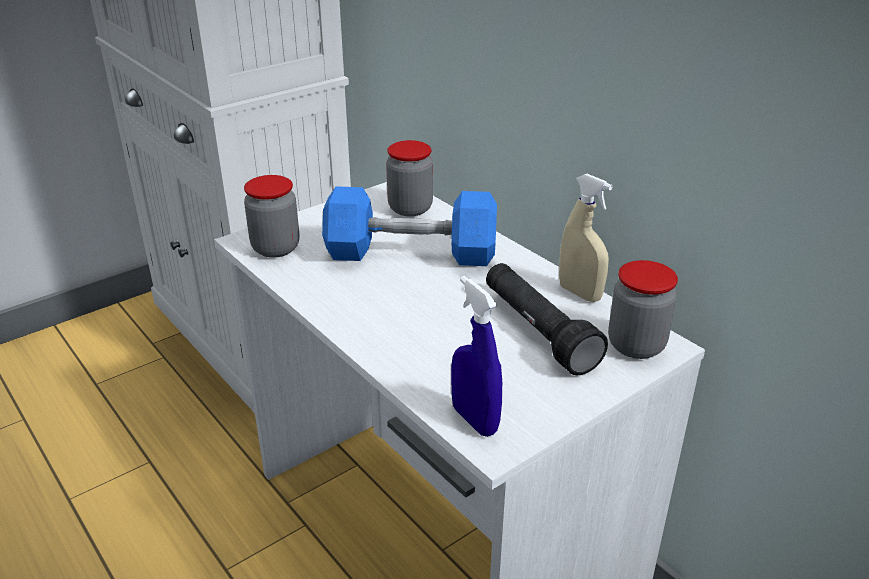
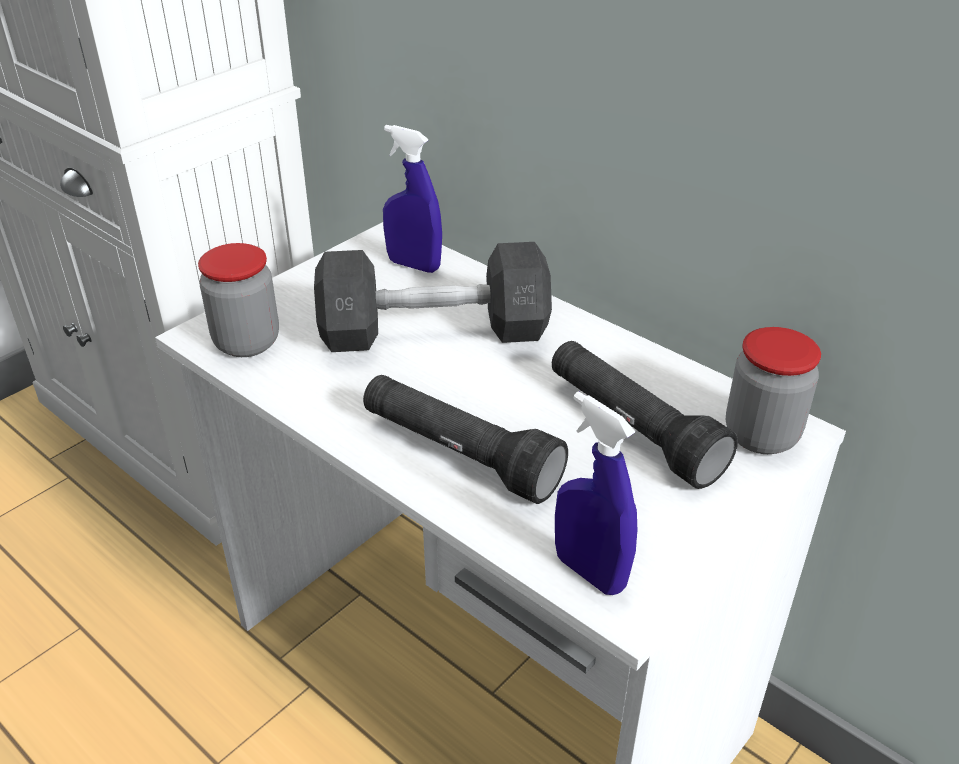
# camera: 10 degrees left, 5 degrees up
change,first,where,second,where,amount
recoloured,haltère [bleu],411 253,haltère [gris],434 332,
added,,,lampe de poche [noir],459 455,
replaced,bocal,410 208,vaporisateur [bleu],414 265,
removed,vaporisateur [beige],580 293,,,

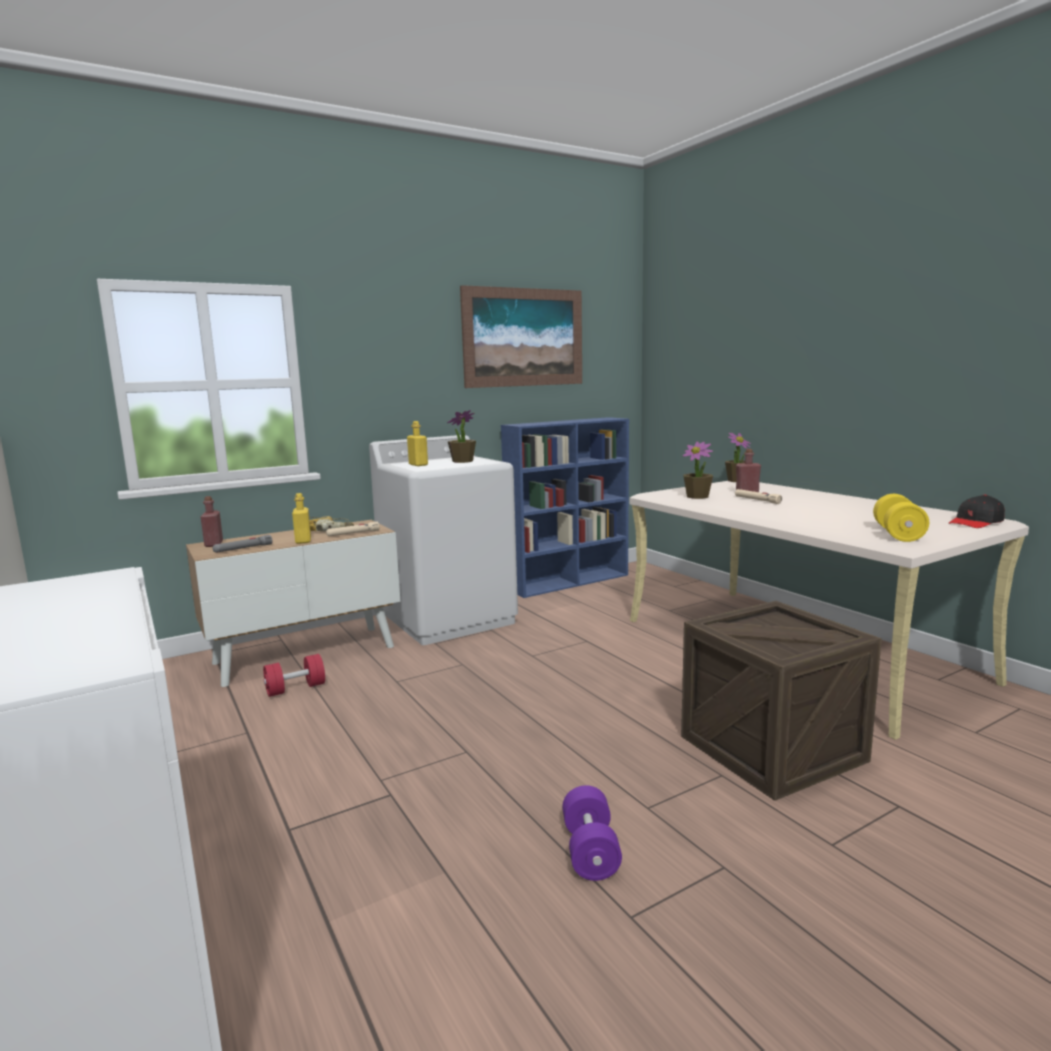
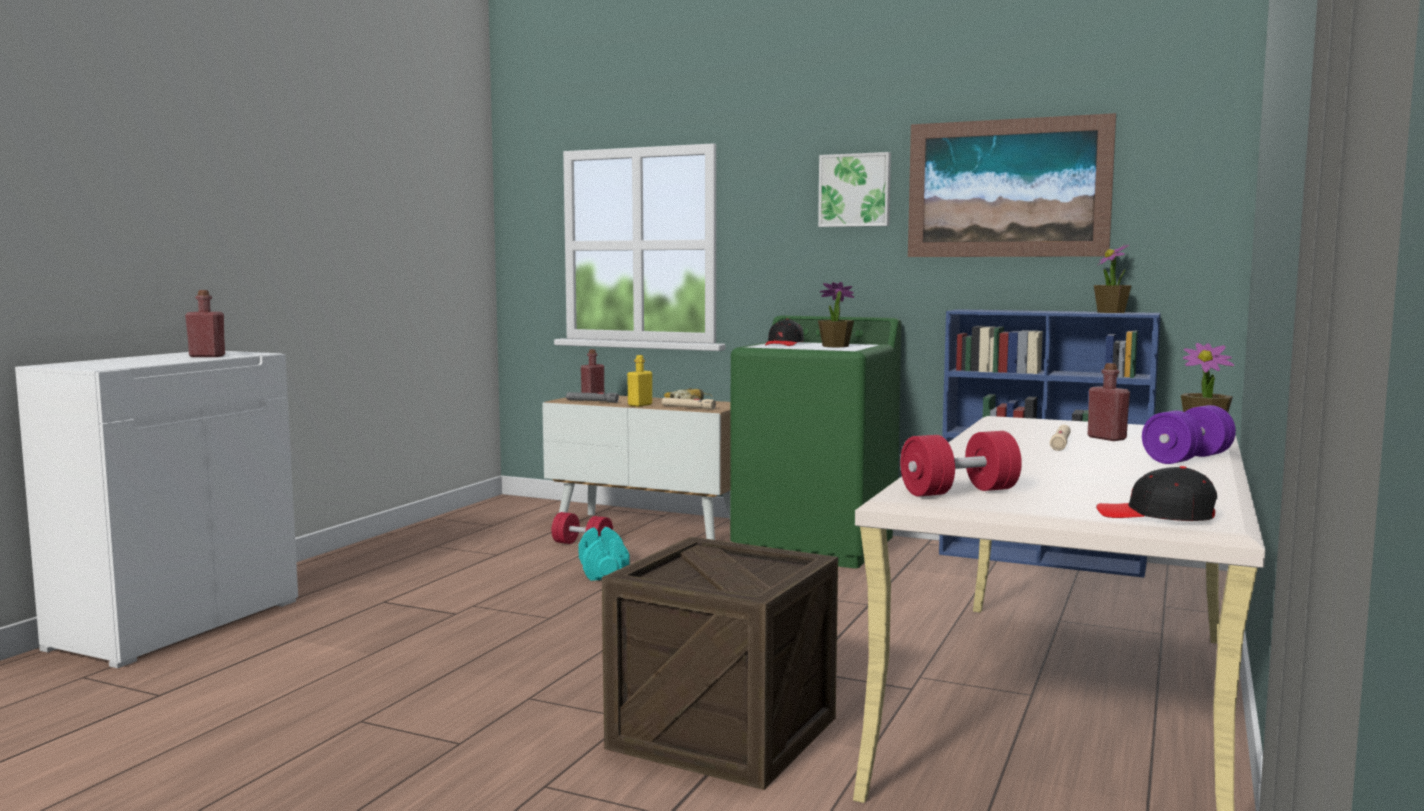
# camera: 55 degrees right, 5 degrees down
change,first,where,second,where,amount
added,,,bouteille [rouge],207 356,
added,,,haltère [turquoise],604 571,
recoloured,lave-linge [blanc],449 618,lave-linge [vert],816 545,
replaced,bouteille [jaune],418 465,casquette [noir],784 344,
added,,,tableau,855 190,
recoloured,haltère [jaune],898 534,haltère [rouge],959 492,
moved,plante en pot,697 496,,1111 312,
moved,haltère [violet],590 851,,1187 458,

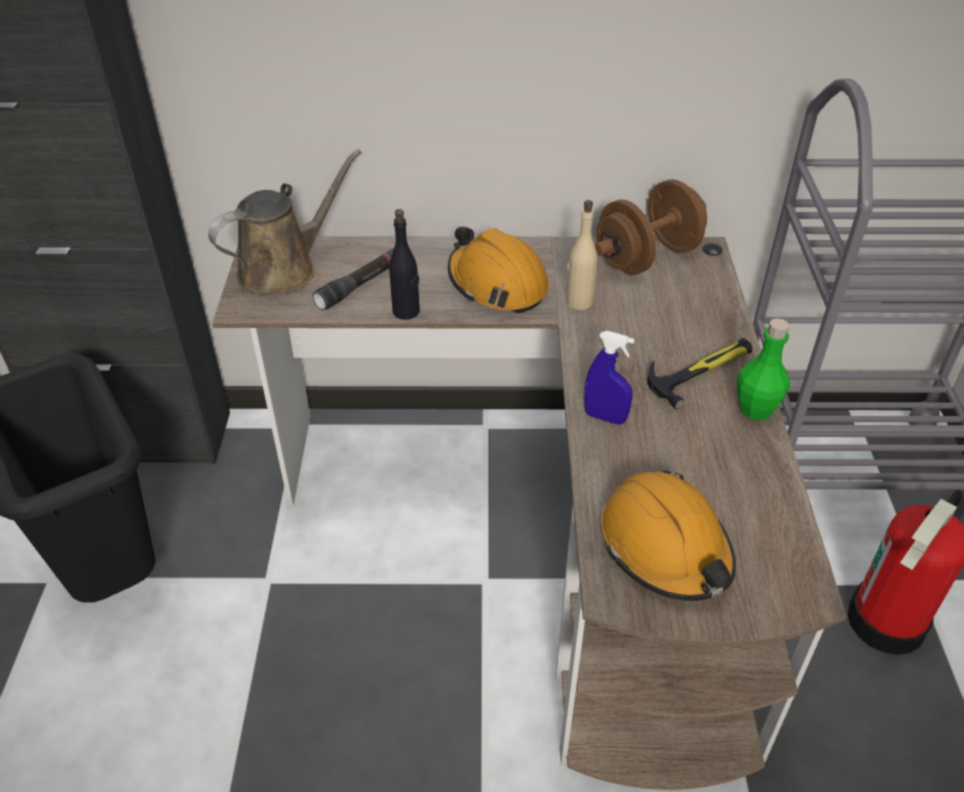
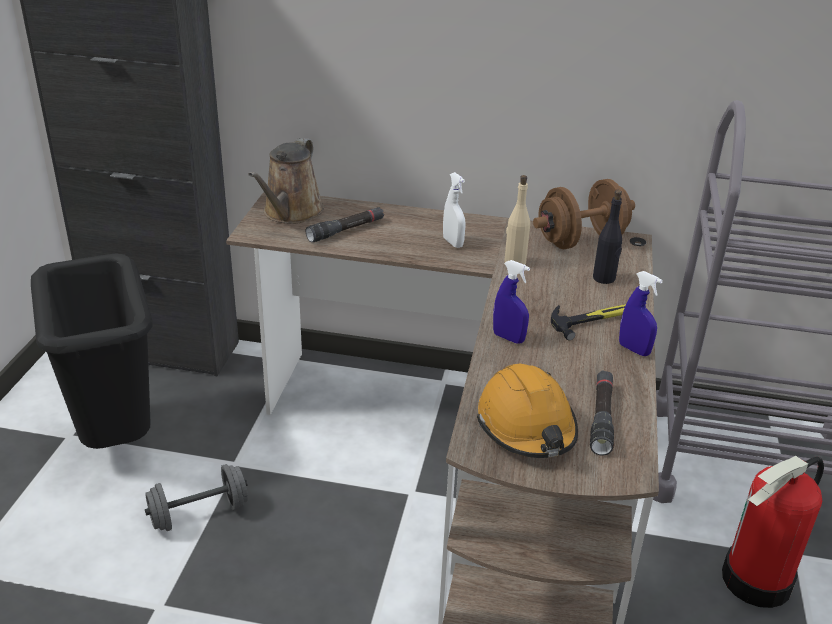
# camera: 10 degrees right, 10 degrees down
change,first,where,second,where,amount
added,,,haltère [gris],199 514,
turned,arrosoir [marron],284 269,,290 213,135 degrees clockwise
replaced,casque de chantier [orange],497 284,vaporisateur [blanc],453 243,
added,,,lampe de poche [noir],601 418,
moved,bouteille [noir],406 311,,604 278,
replaced,bouteille [vert],755 409,vaporisateur [bleu],634 349,

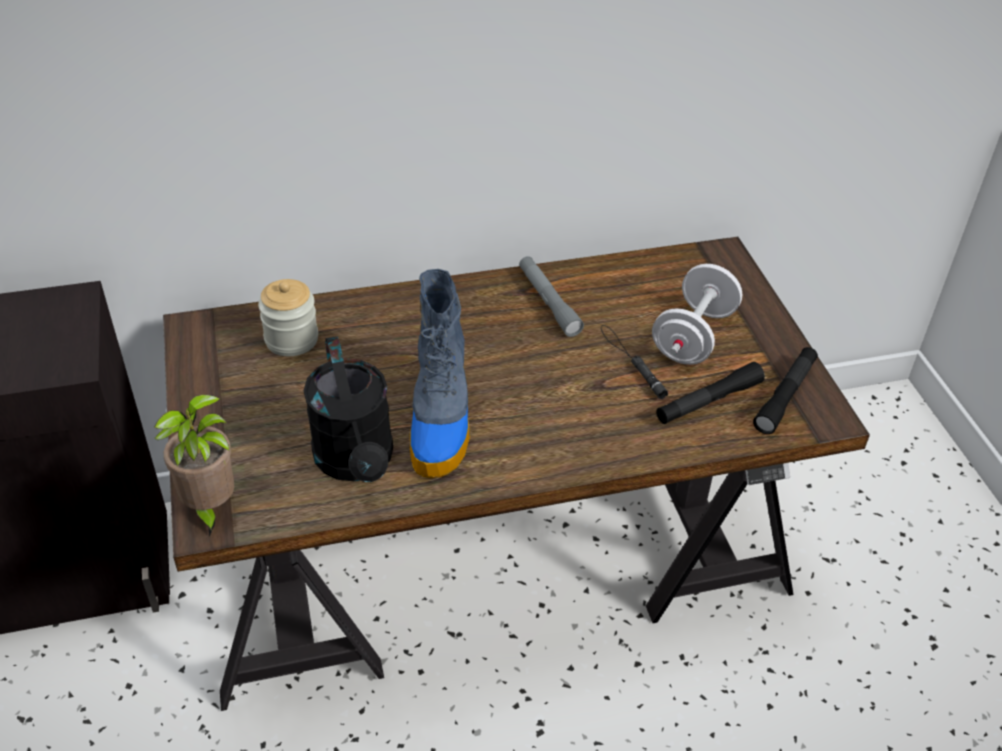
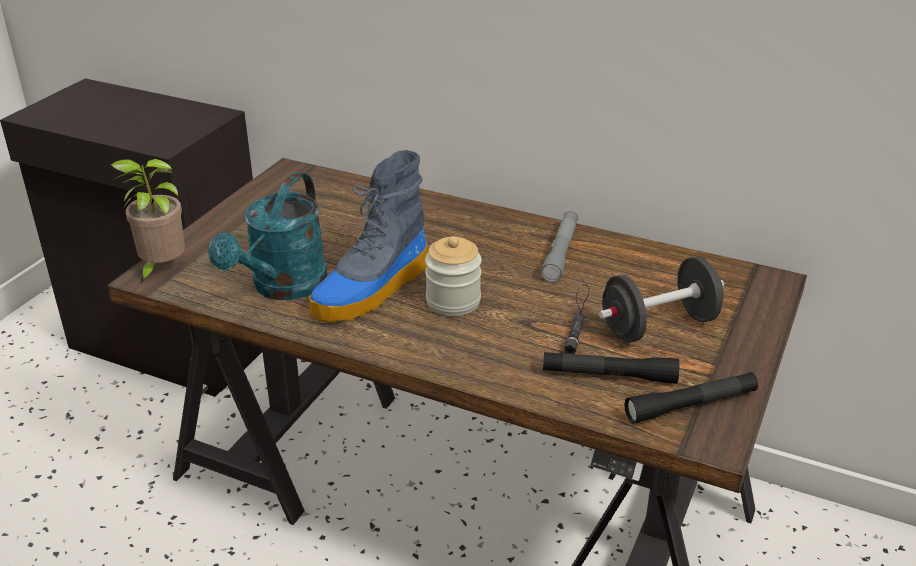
# camera: 40 degrees right, 10 degrees down
change,first,where,second,where,amount
recoloured,arrosoir [noir],357 462,arrosoir [turquoise],282 287,
moved,bocal,291 339,,453 301,
recoloured,haltère [blanc],693 336,haltère [noir],659 326,

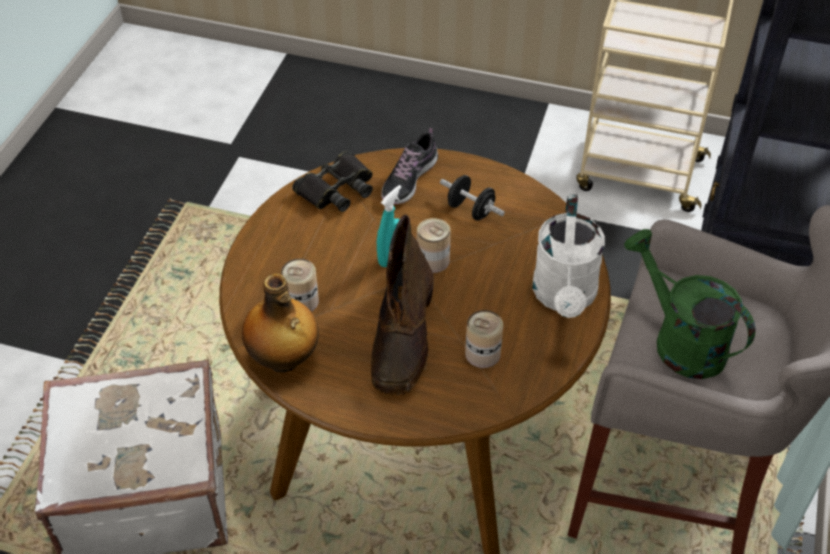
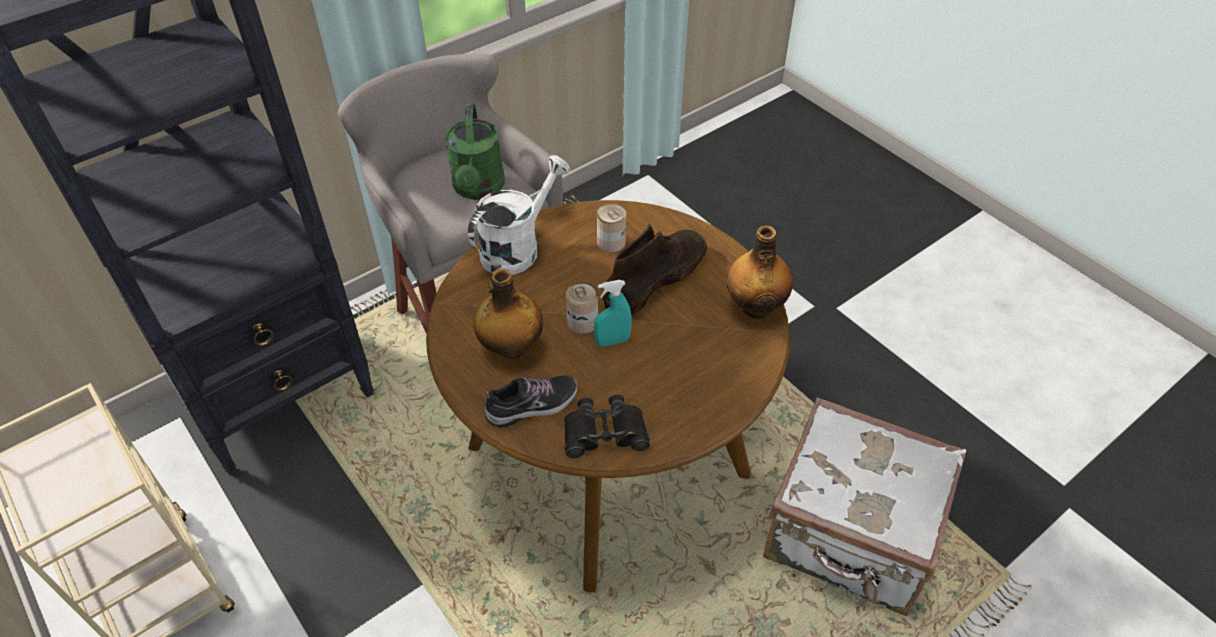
# camera: 145 degrees left, 0 degrees up
change,first,where,second,where,amount
replaced,haltère [noir],470 210,bouteille,511 347,
removed,boîte métallique,301 301,,,

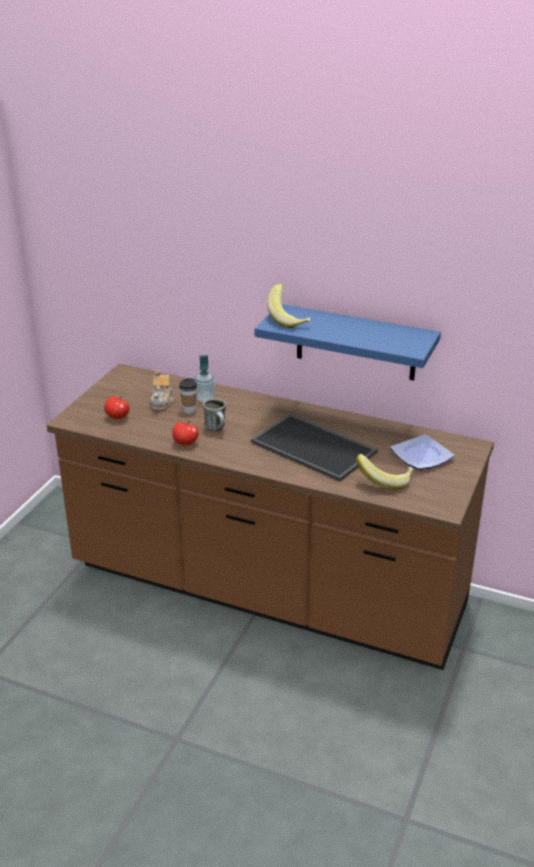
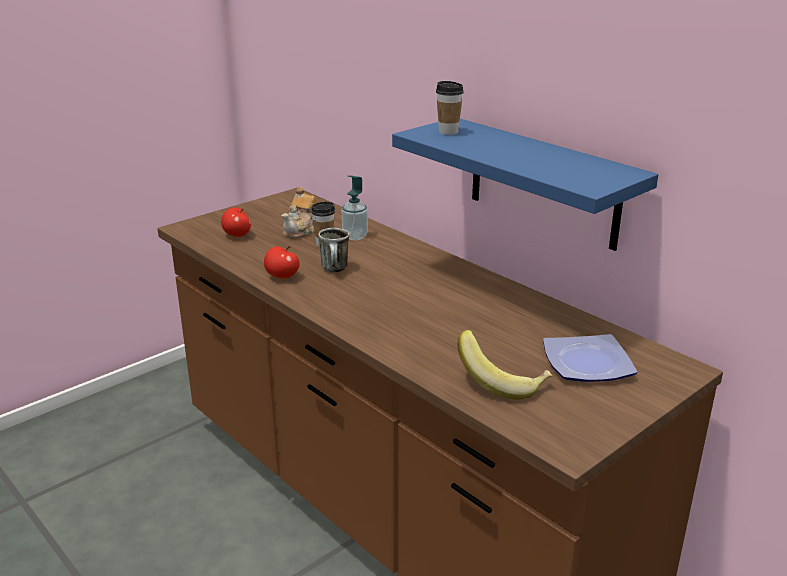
# camera: 25 degrees right, 5 degrees down
change,first,where,second,where,amount
replaced,banane,289 319,tasse,448 132,
removed,plateau,315 447,,,

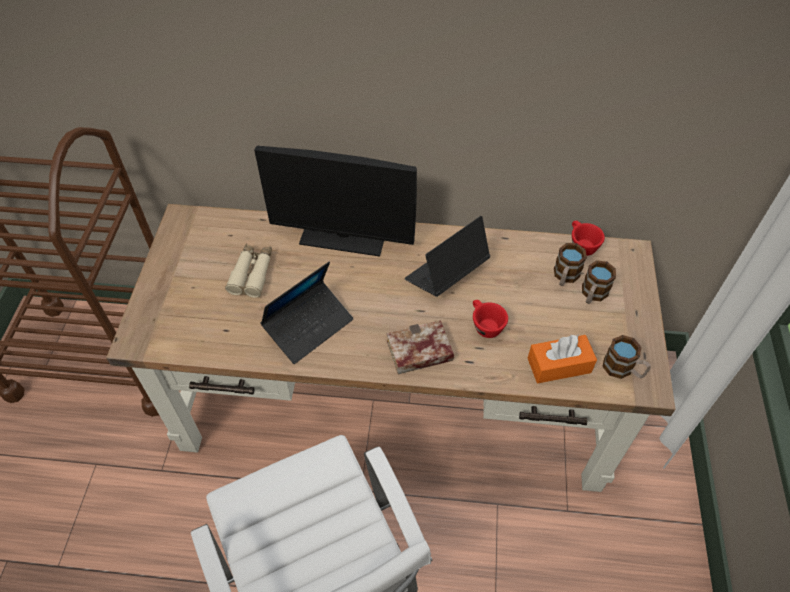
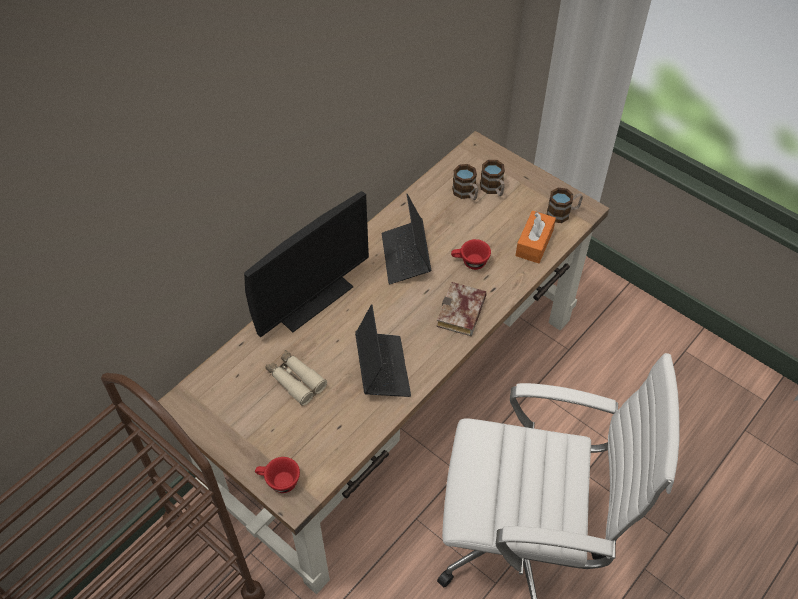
# camera: 55 degrees left, 0 degrees up
change,first,where,second,where,amount
moved,tasse [rouge],581 245,,278 481,

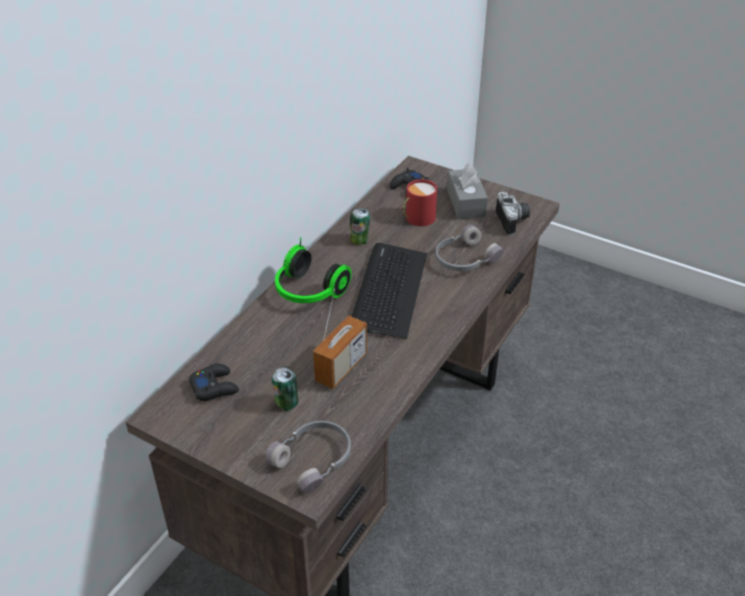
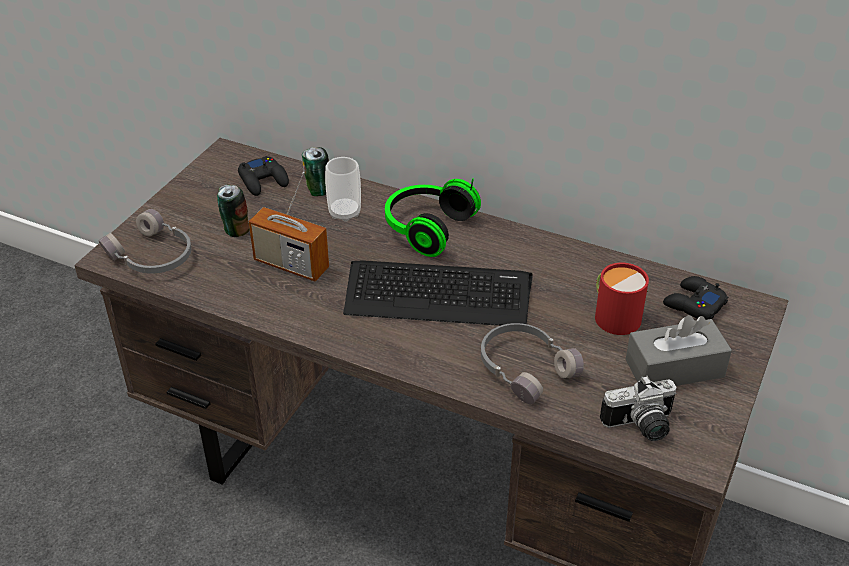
# camera: 85 degrees right, 0 degrees up
change,first,where,second,where,amount
moved,boîte métallique,359 241,,318 190,
added,,,tasse,344 213,

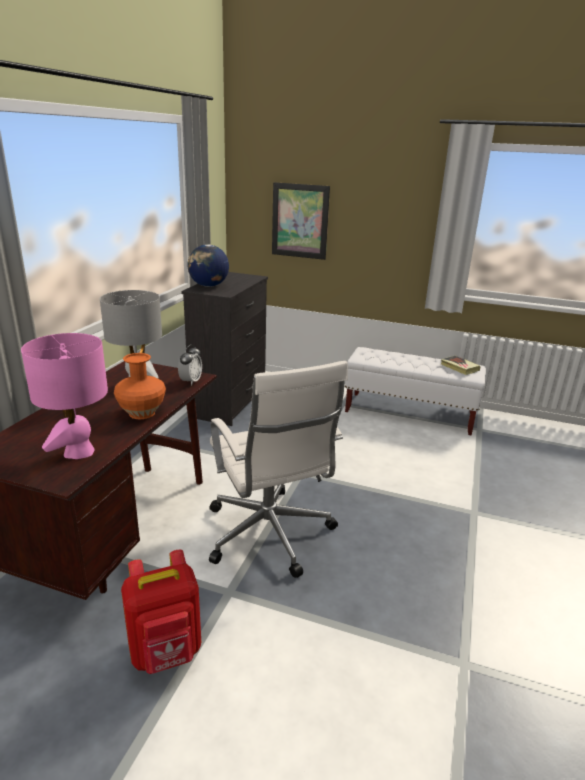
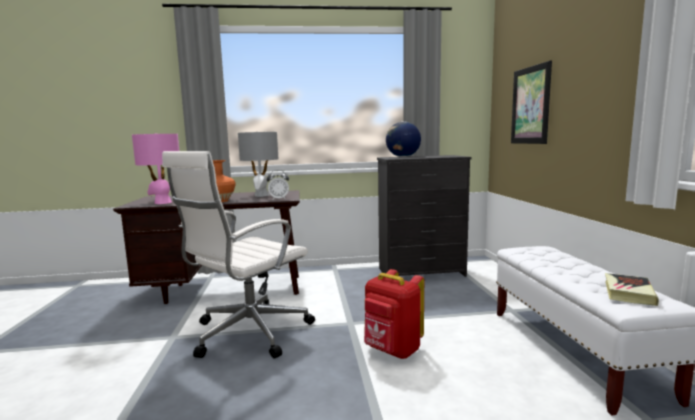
# camera: 65 degrees right, 15 degrees down
change,first,where,second,where,amount
moved,sac à dos [rouge],166 652,,392 351,

